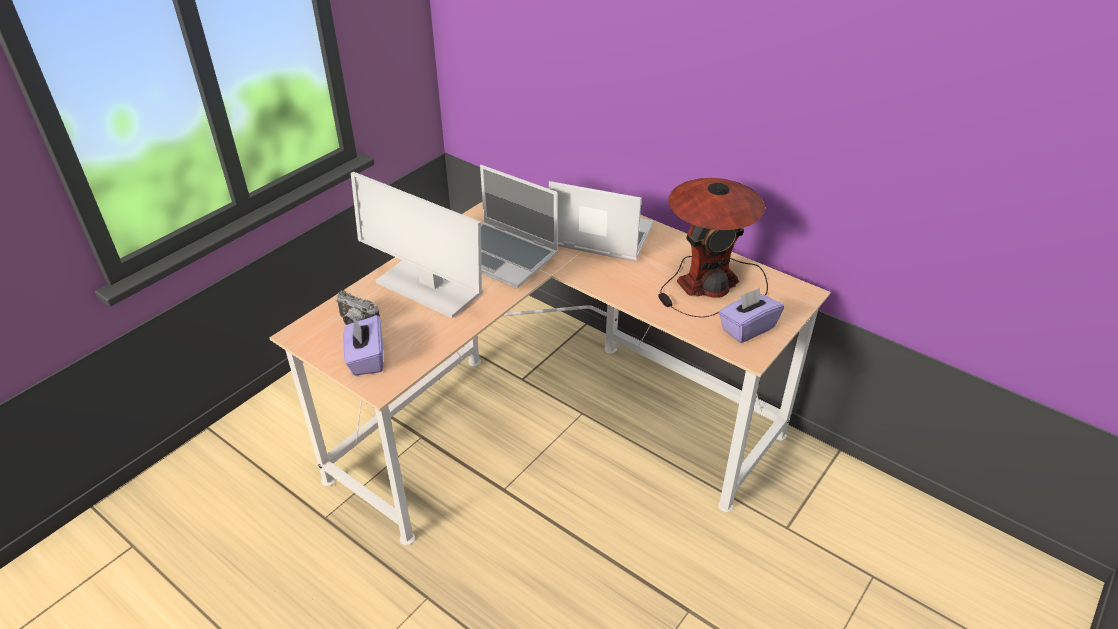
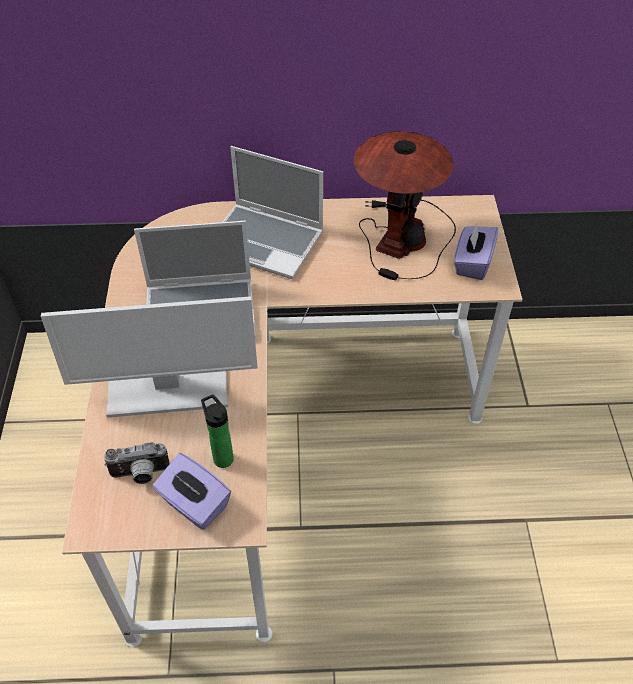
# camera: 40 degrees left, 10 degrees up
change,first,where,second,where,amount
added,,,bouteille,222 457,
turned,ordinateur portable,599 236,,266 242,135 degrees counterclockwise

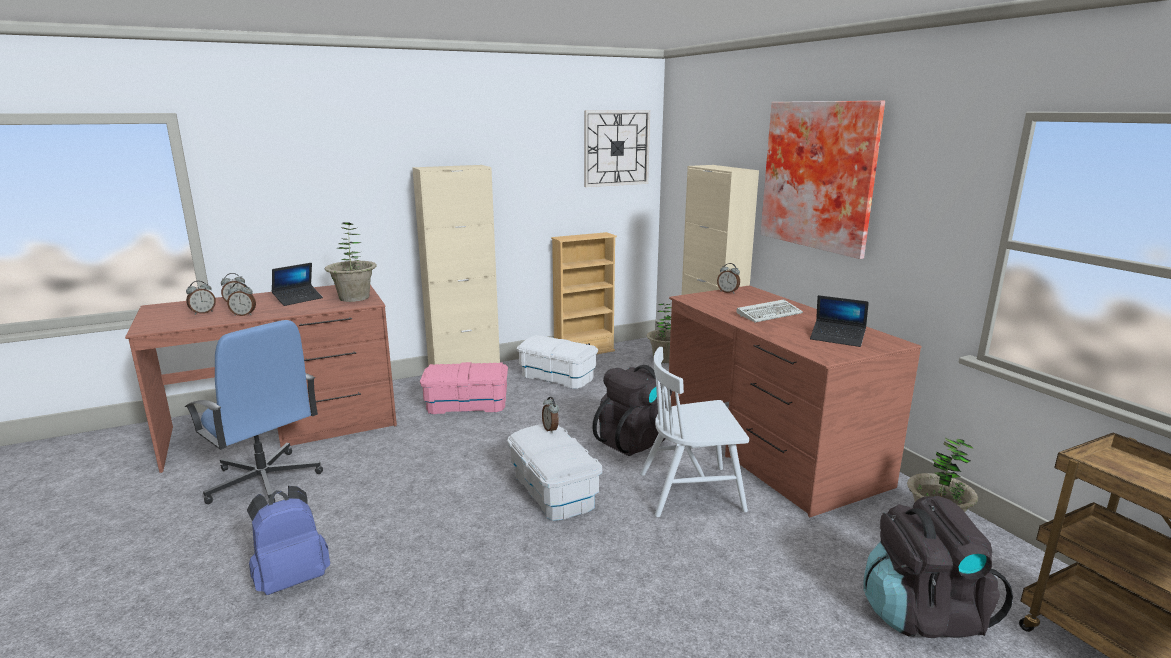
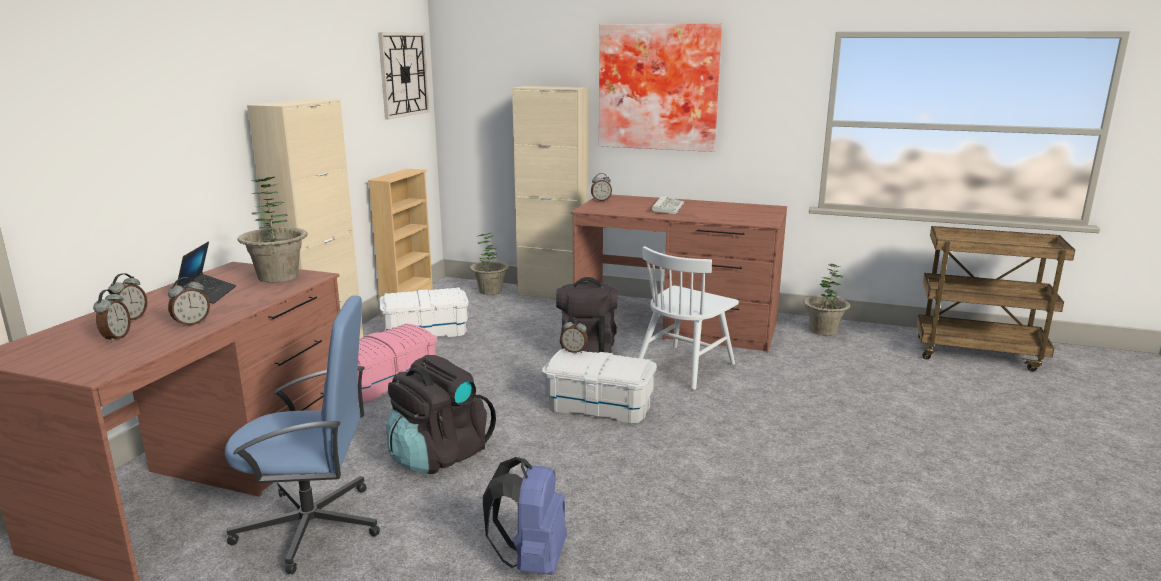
# camera: 45 degrees left, 0 degrees up
change,first,where,second,where,amount
moved,sac à dos [noir],922 614,,439 455,
removed,ordinateur portable,837 338,,,

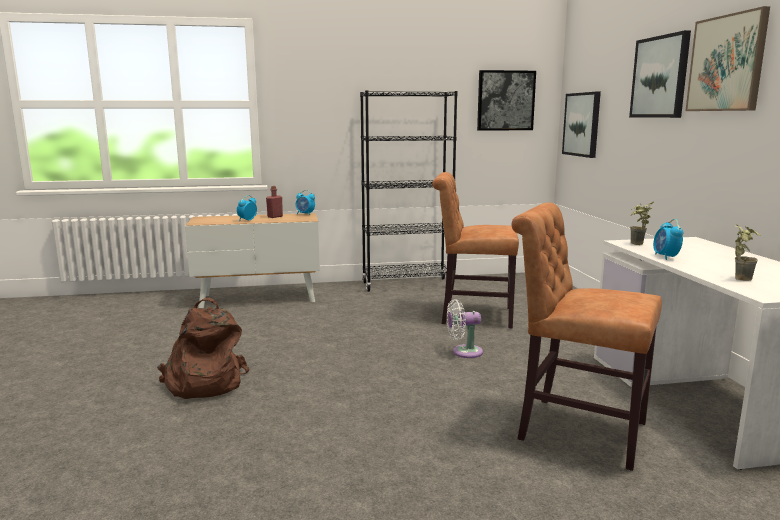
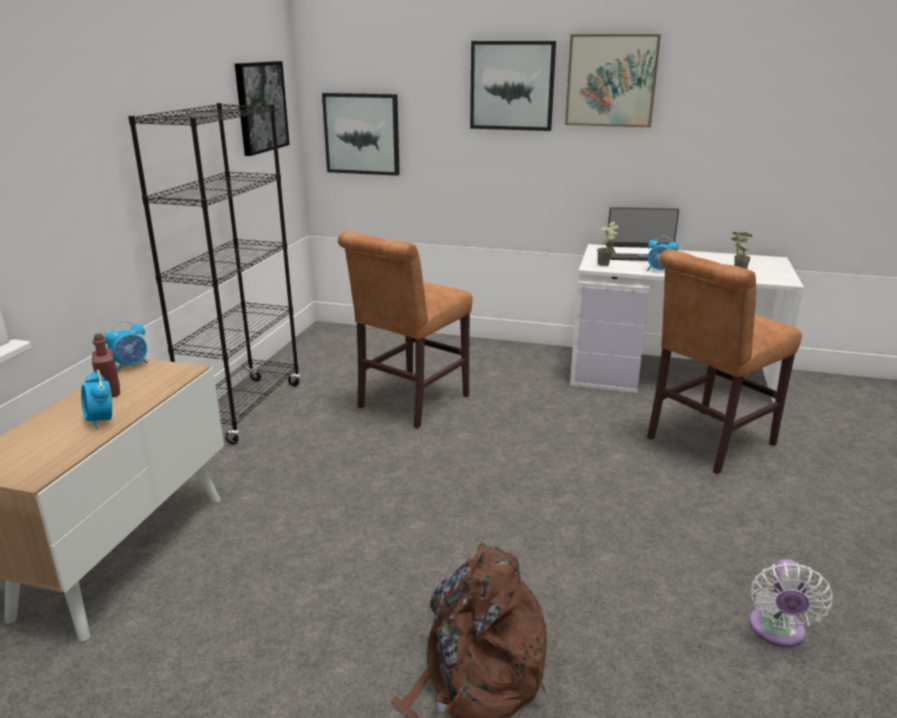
# camera: 65 degrees left, 10 degrees up
change,first,where,second,where,amount
added,,,ordinateur portable,642 254,
moved,ventilateur [blanc],464 352,,777 632,

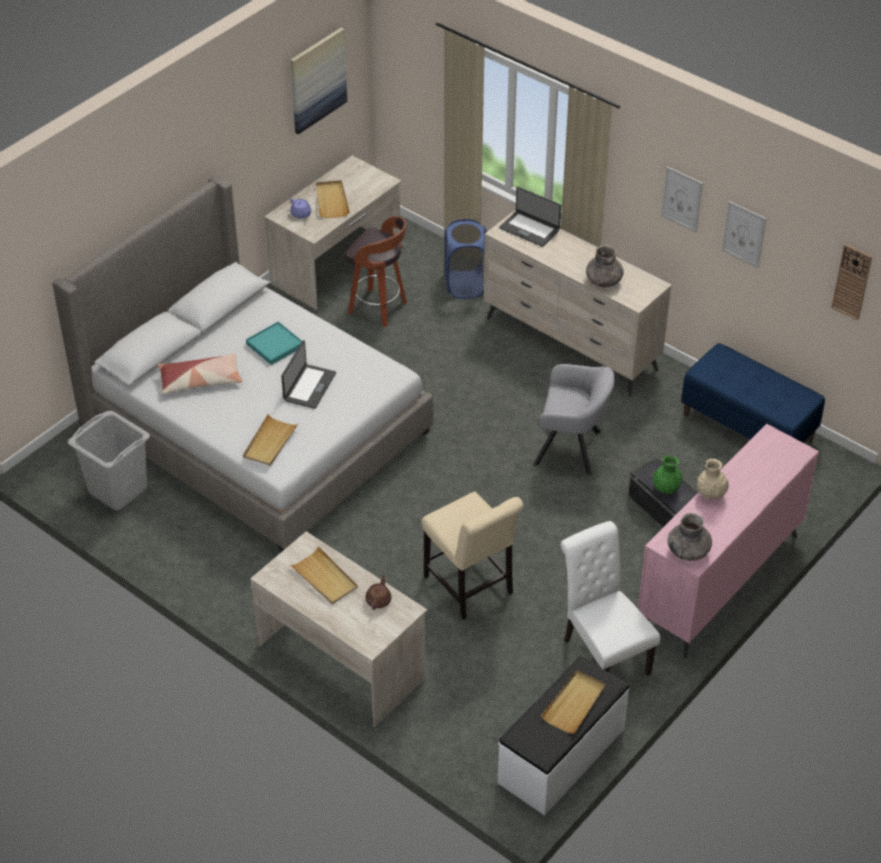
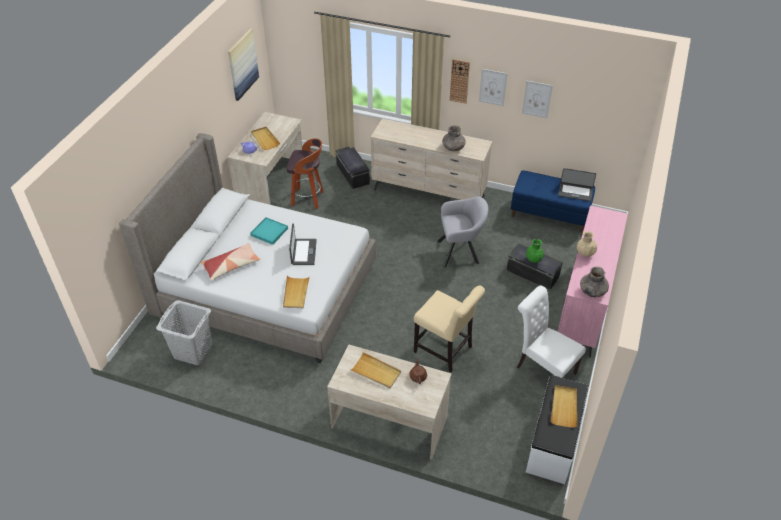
# camera: 20 degrees left, 0 degrees up
change,first,where,second,where,amount
replaced,panier à linge [bleu],465 285,boîte de rangement [noir],352 174,
moved,horloge murale,852 281,,459 81,
moved,ordinateur portable,530 229,,575 192,

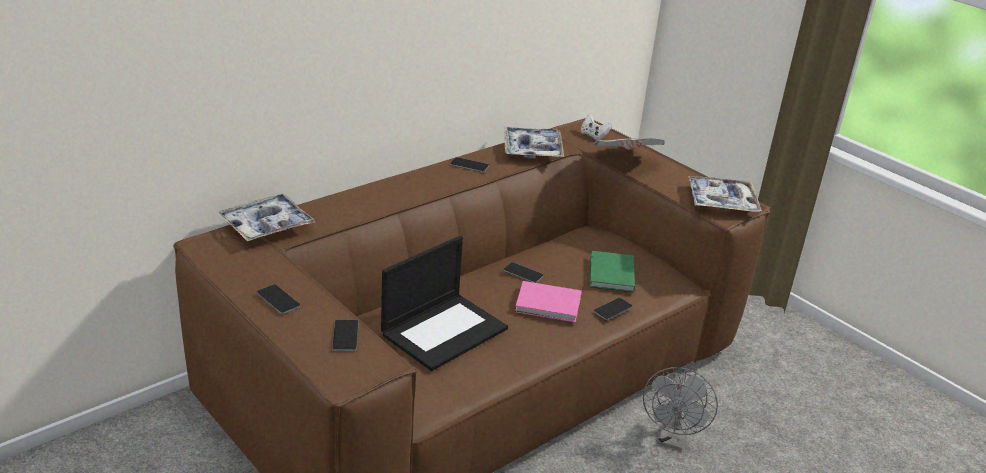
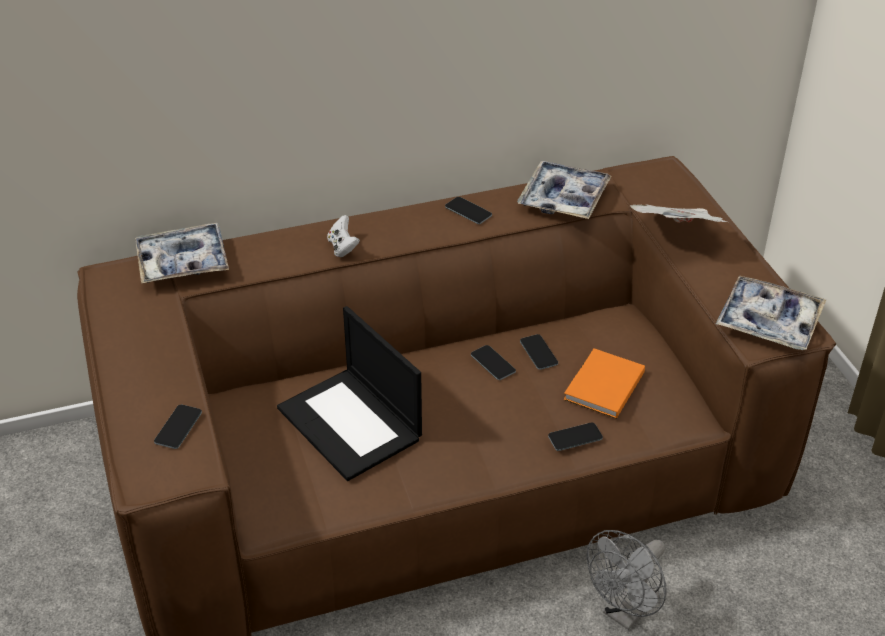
# camera: 25 degrees right, 10 degrees up
change,first,where,second,where,amount
turned,ordinateur portable,444 330,,351 424,75 degrees clockwise
moved,manette [blanc],593 136,,343 247,
moved,téléphone,278 299,,538 352,
recoloured,livre [vert],610 275,livre [orange],602 387,
removed,livre [rose],550 305,,,

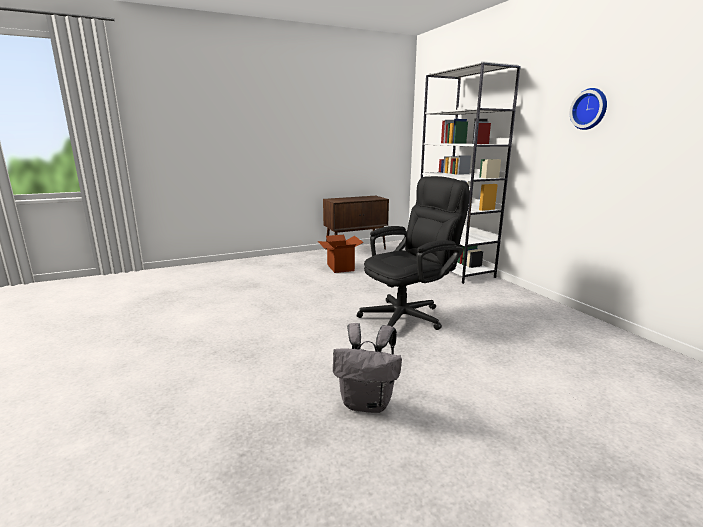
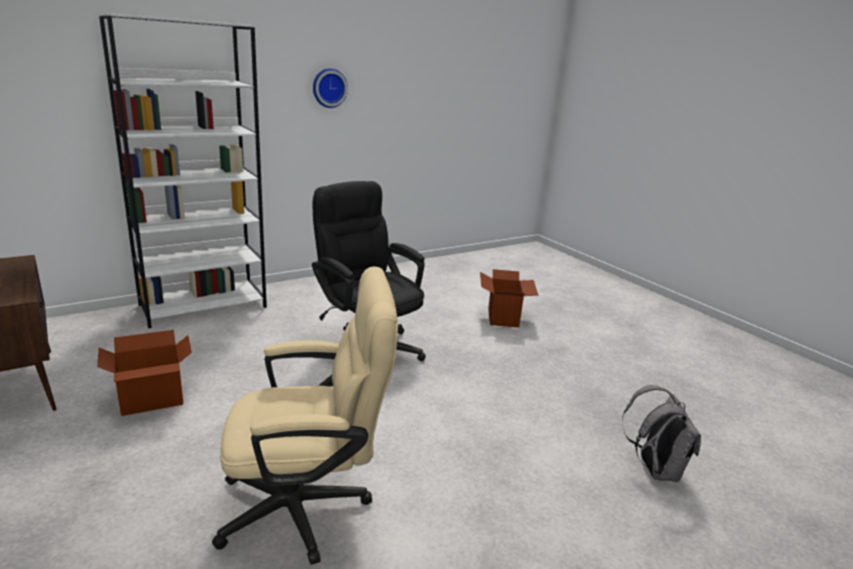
# camera: 100 degrees left, 5 degrees up
change,first,where,second,where,amount
added,,,chaise de bureau [beige],308 507,
added,,,carton,503 317,
moved,sac à dos [gris],367 403,,654 469,

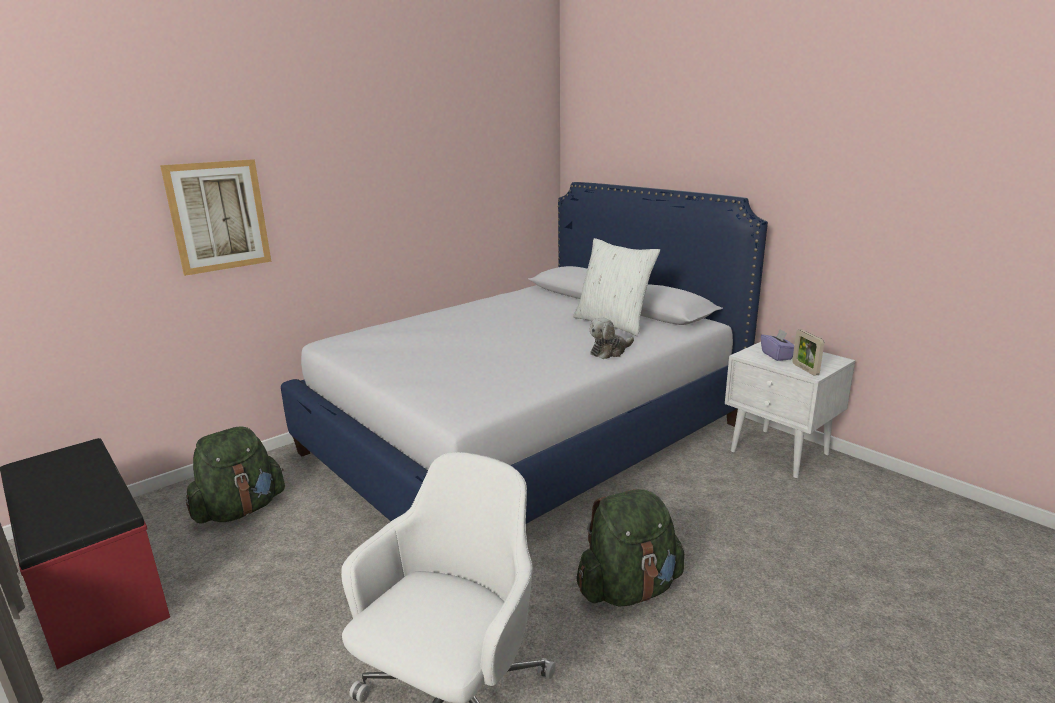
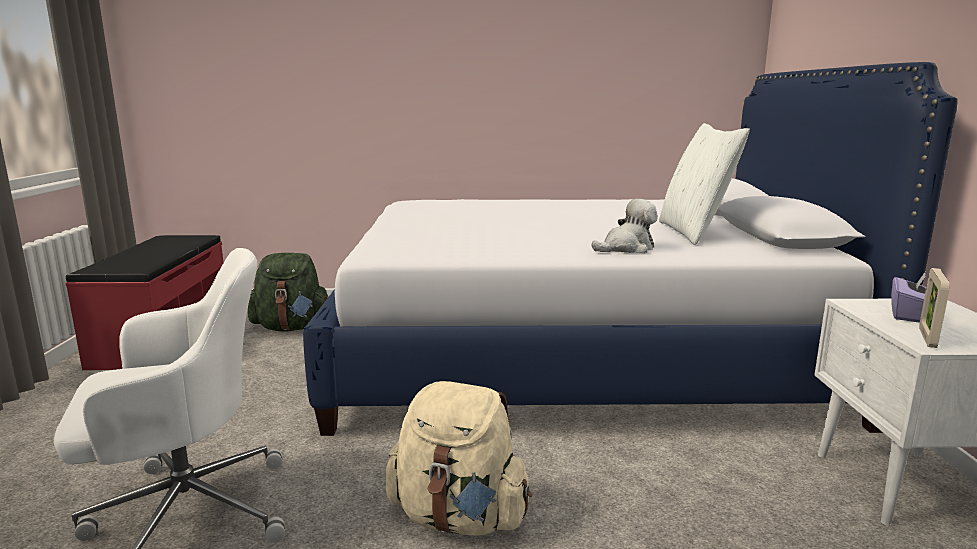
# camera: 40 degrees right, 5 degrees down
change,first,where,second,where,amount
recoloured,sac à dos [vert],629 589,sac à dos [beige],459 517,
turned,peluche,609 351,,627 248,150 degrees clockwise
removed,tableau,219 216,,,

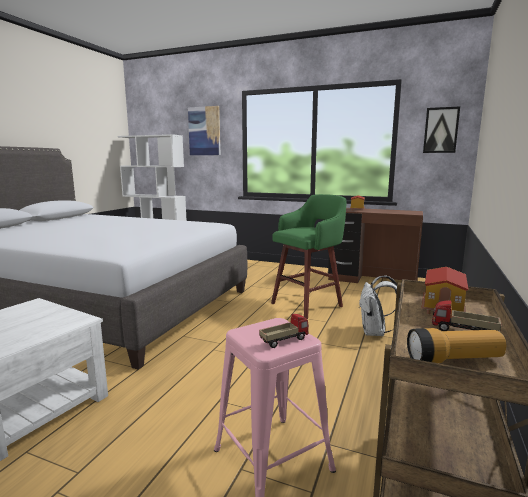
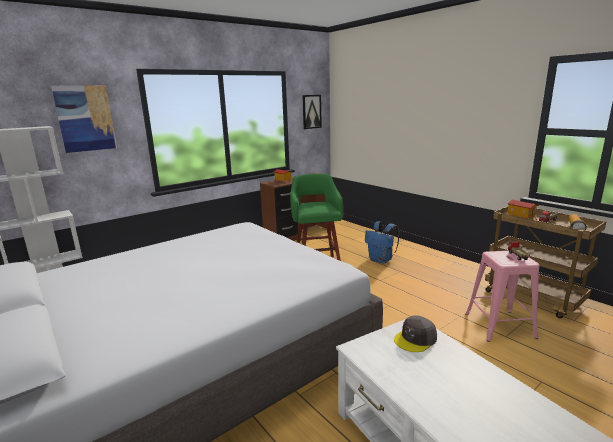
# camera: 60 degrees left, 5 degrees up
change,first,where,second,where,amount
recoloured,sac à dos [blanc],375 333,sac à dos [bleu],381 260,
added,,,casquette [gris],415 339,

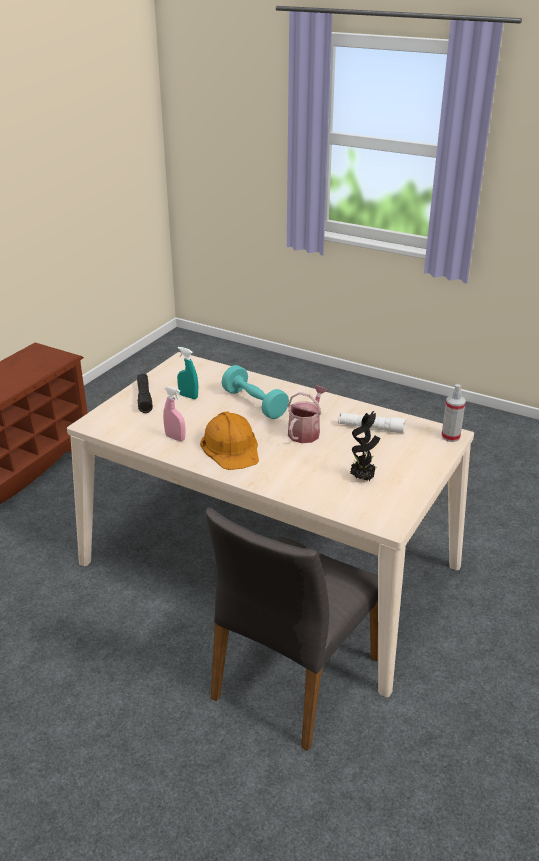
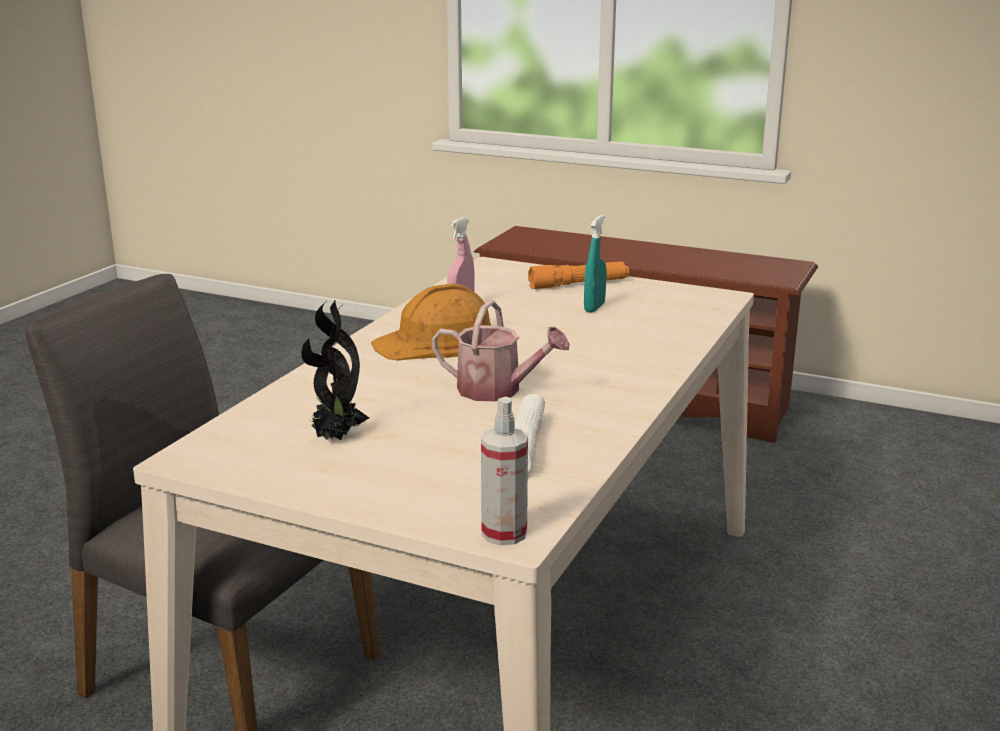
# camera: 85 degrees right, 10 degrees down
change,first,where,second,where,amount
recoloured,lampe de poche [noir],144 397,lampe de poche [orange],578 284,
removed,haltère [turquoise],254 404,,,

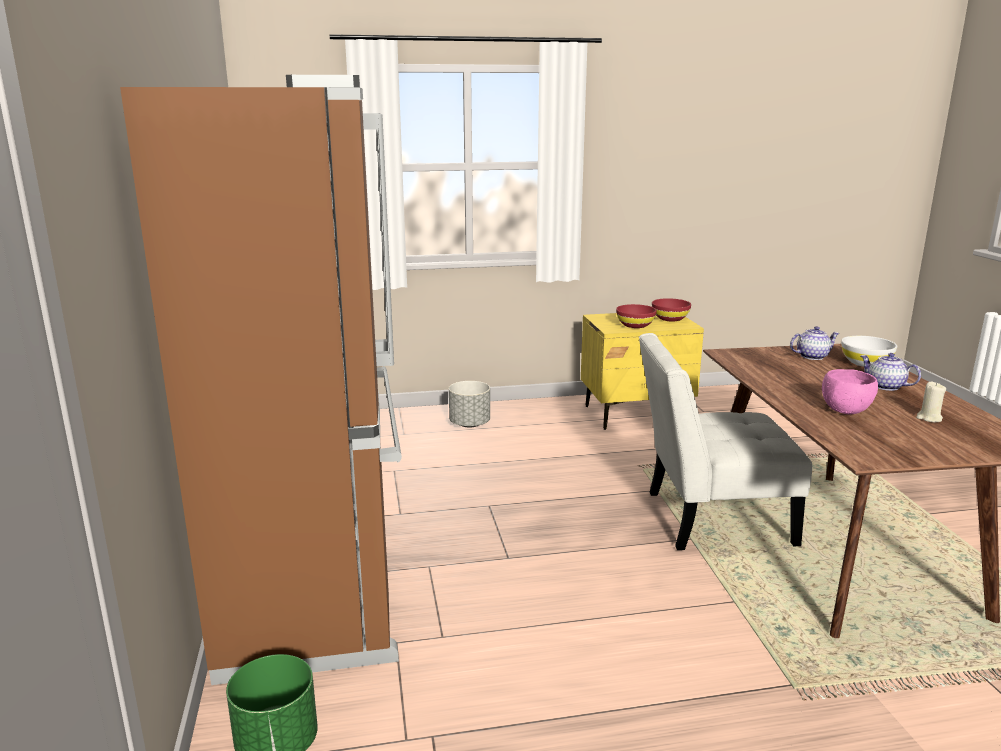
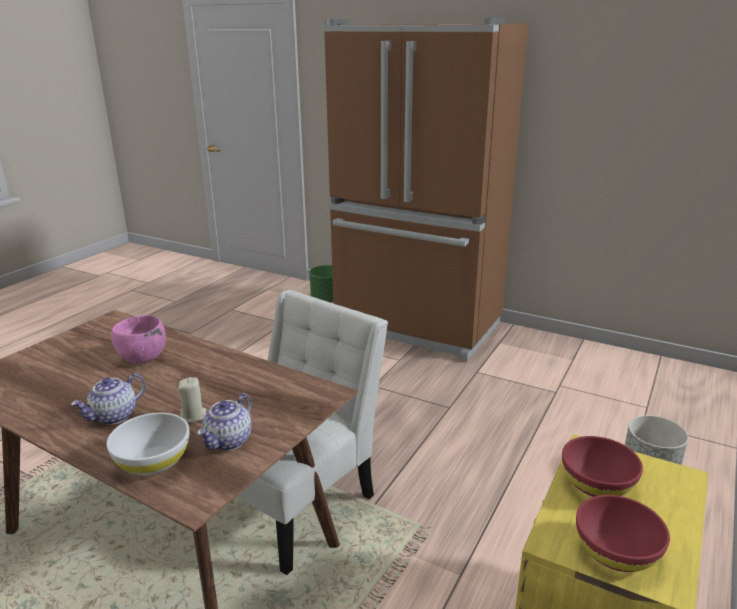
# camera: 130 degrees right, 5 degrees up
change,first,where,second,where,amount
turned,théière,885 386,,114 416,135 degrees clockwise
moved,bougie [beige],929 418,,193 416,

